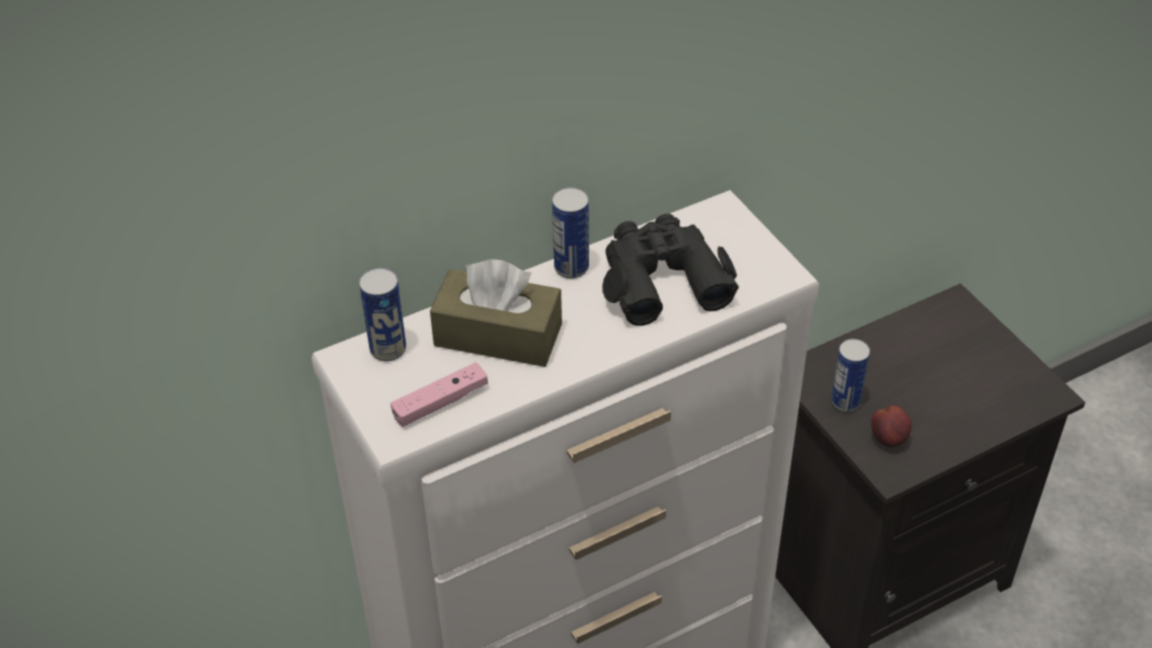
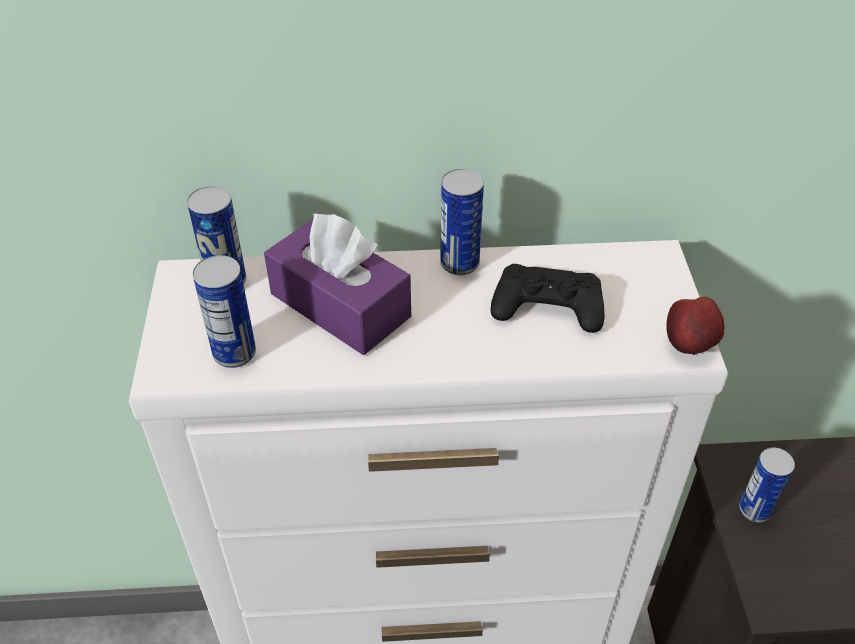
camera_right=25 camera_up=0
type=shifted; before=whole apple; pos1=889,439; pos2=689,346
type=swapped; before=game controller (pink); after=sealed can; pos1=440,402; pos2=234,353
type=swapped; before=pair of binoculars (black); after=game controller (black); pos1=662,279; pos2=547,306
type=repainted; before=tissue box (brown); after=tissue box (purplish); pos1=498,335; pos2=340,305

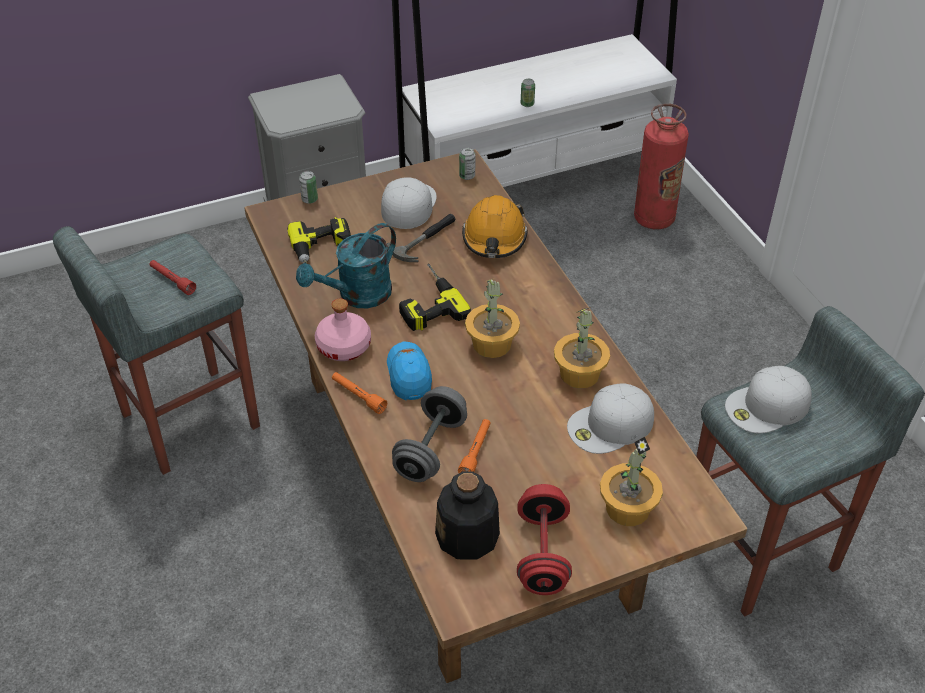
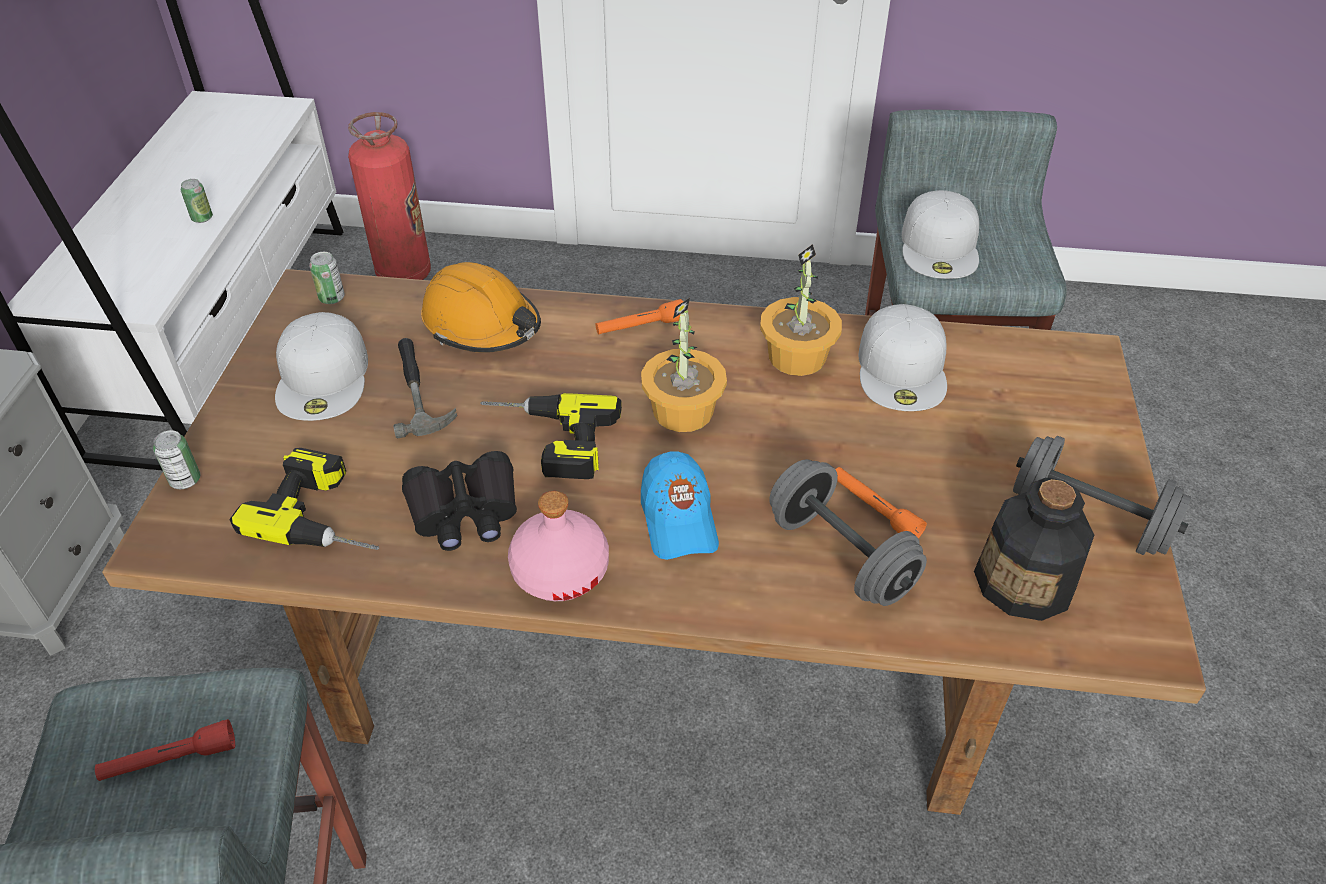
camera_right=-60 camera_up=0
type=gone; before=plant in a pot; pos1=627,507
type=shifted; before=flashlight (orange); pos1=358,396; pos2=640,327
type=swapped; before=sprinkling can (turquoise-coloured); after=pair of binoculars (black); pos1=357,296; pos2=464,511
type=repainted; before=dumbbell (red-coloured); after=dumbbell (gray); pos1=542,554; pos2=1089,520
type=rotated; before=baseball cap (white); pos1=408,204; pos2=324,377; turn=-135
type=rotated; before=baseball cap (blue); pos1=409,375; pos2=678,519; turn=-120

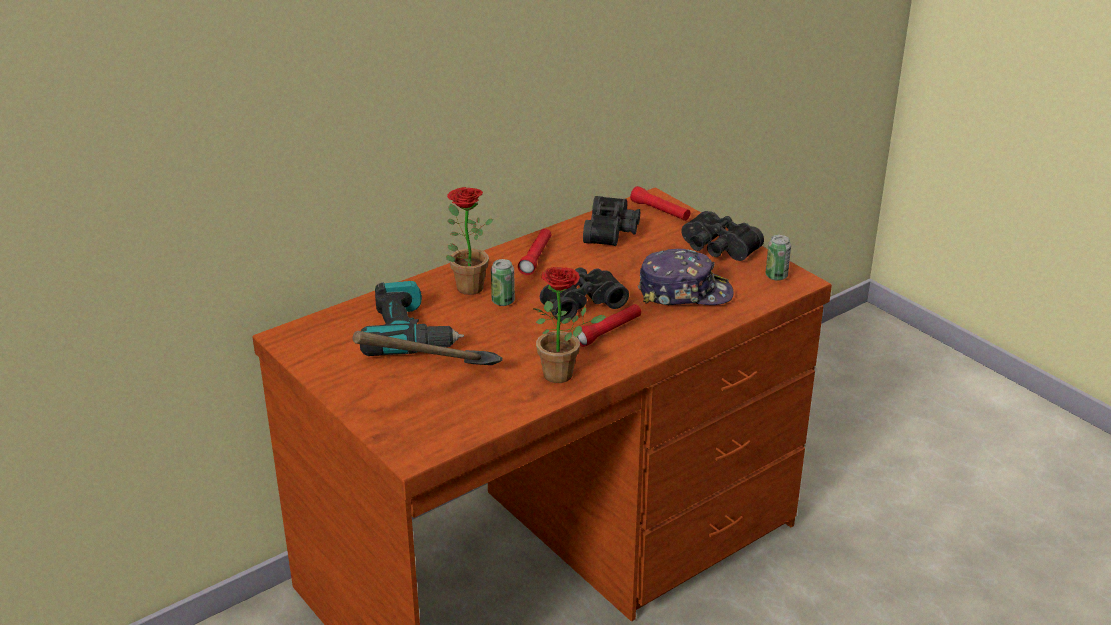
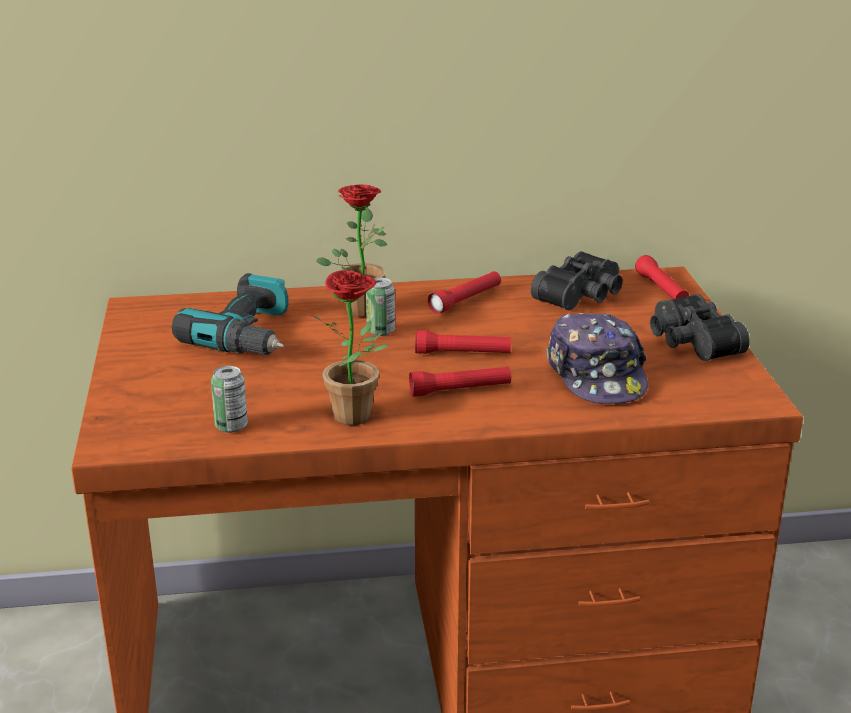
camera_right=30 camera_up=-5
type=gone; before=hammer; pos1=436,390
type=shifted; before=sealed can; pos1=776,276; pos2=231,426
type=swapped; before=pair of binoculars (black); after=flashlight (red-coloured); pos1=580,302; pos2=463,353
type=rotated; before=baseball cap; pos1=684,292; pos2=597,375; turn=45

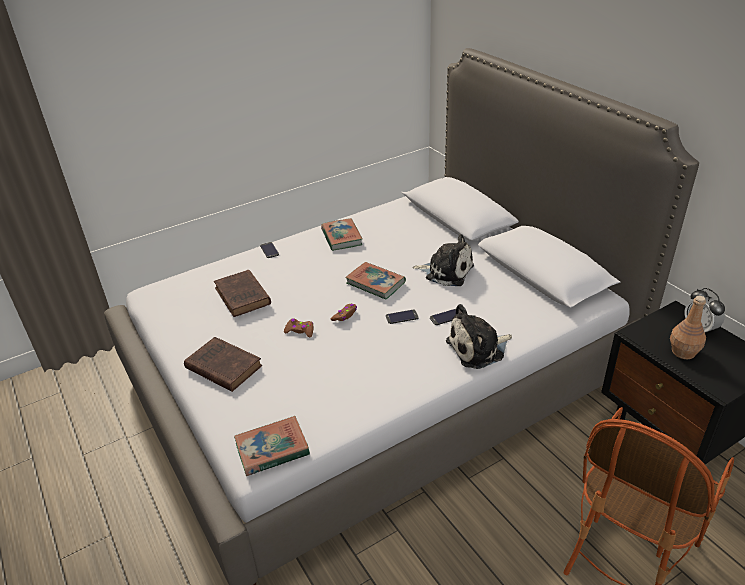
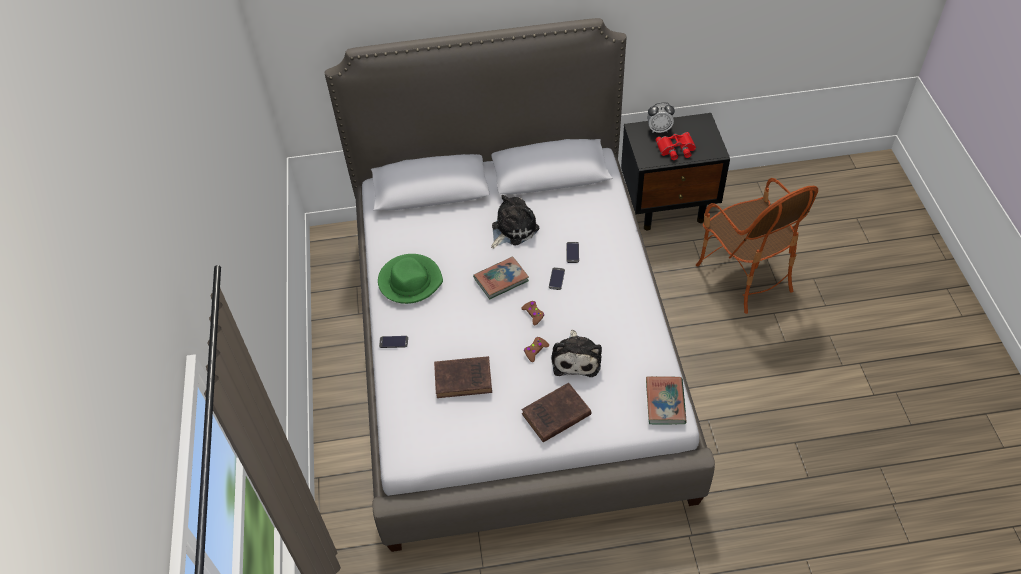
camera_right=-65 camera_up=15
type=shifted; before=cuddly toy; pos1=478,349; pos2=576,358
type=swapped; before=bound book; after=wearable hat (green); pos1=341,237; pos2=410,281
type=swapped; before=drink bottle (brown); after=pair of binoculars (red-coloured); pos1=683,352; pos2=676,149

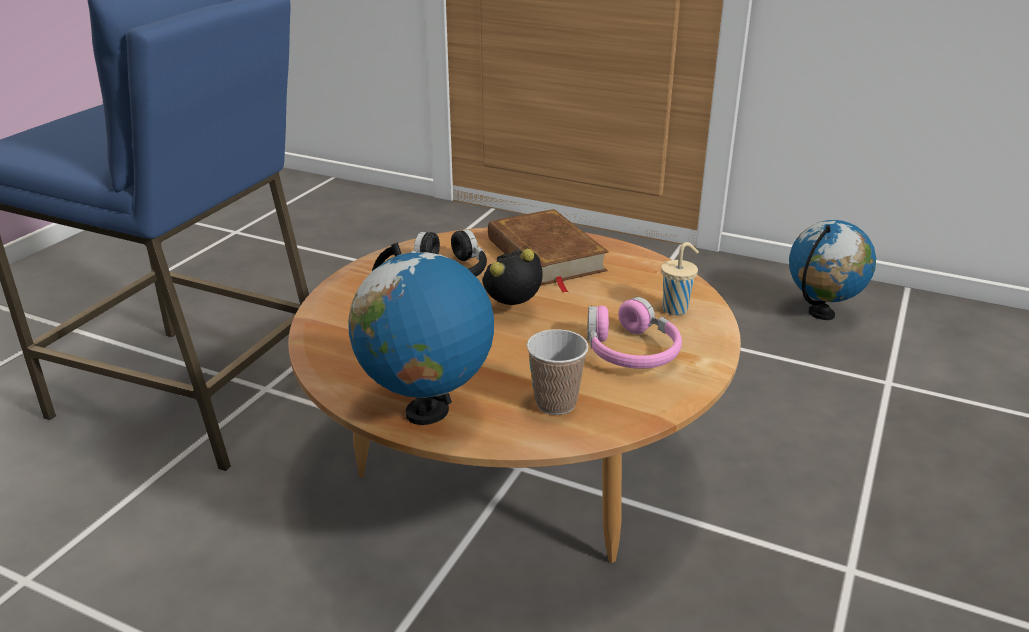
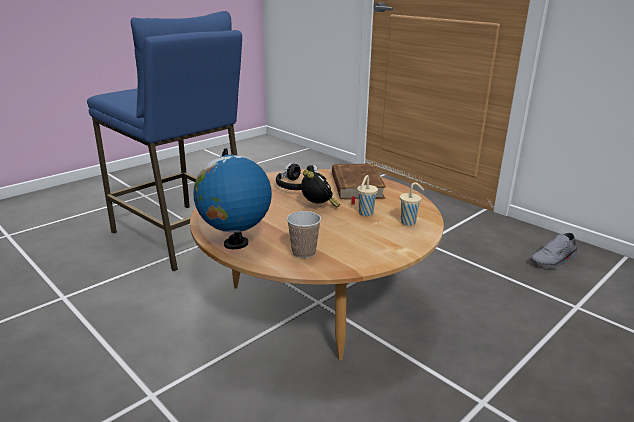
camera_right=20 camera_up=-5
type=gone; before=pair of headphones (pink); pos1=630,351
type=new; after=cup (beige-coloured); pos2=365,213
type=swapped; before=world globe; after=shoe (gray); pos1=821,314; pos2=554,260
type=rotated; before=bedside clock; pos1=514,309; pos2=318,207; turn=75

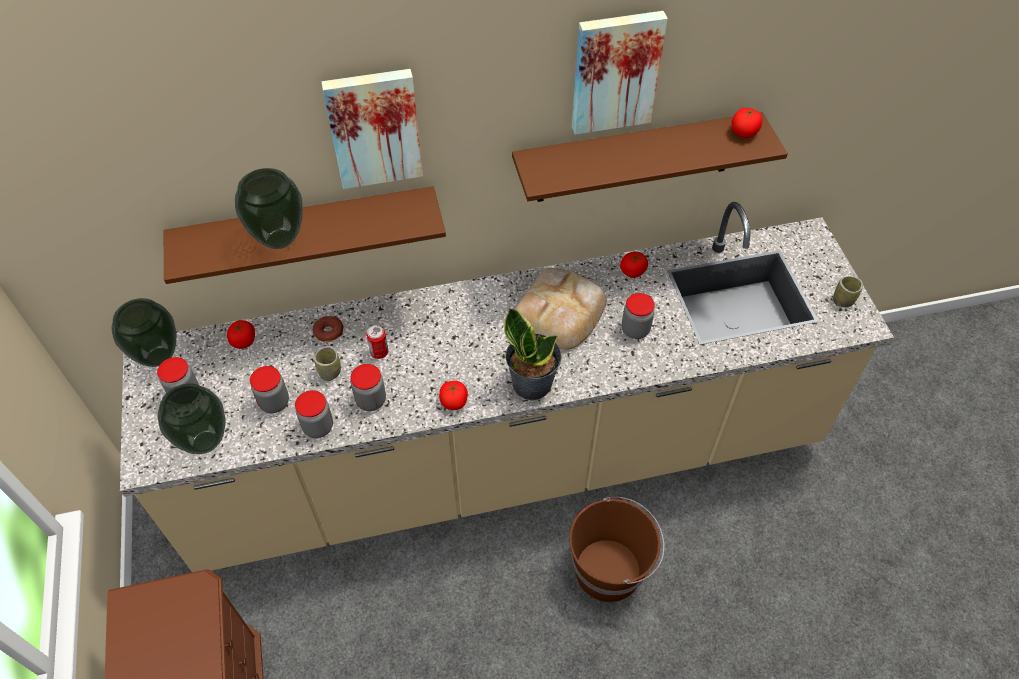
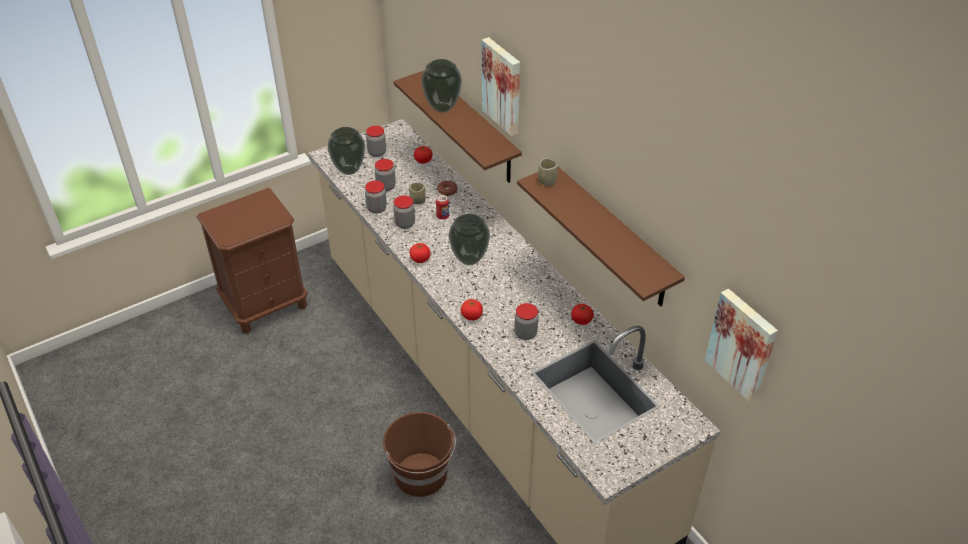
camera_right=70 camera_up=-10
type=gone; before=plant in a pot; pos1=532,383
type=gone; before=bakery bread; pos1=560,311
type=shifted; before=vase; pos1=159,357; pos2=469,260
type=shifted; before=wall art; pos1=615,71; pos2=743,344
type=shifted; before=fresh tomato; pos1=744,132; pos2=471,316
type=shifted; before=cup; pos1=843,300; pos2=547,181

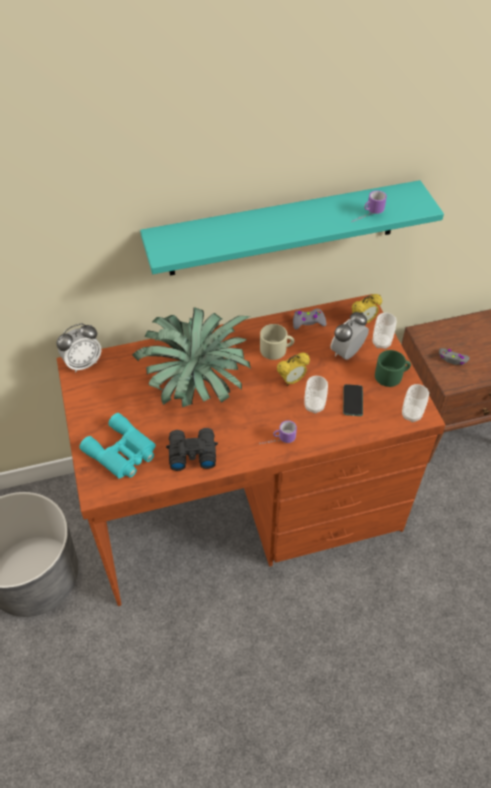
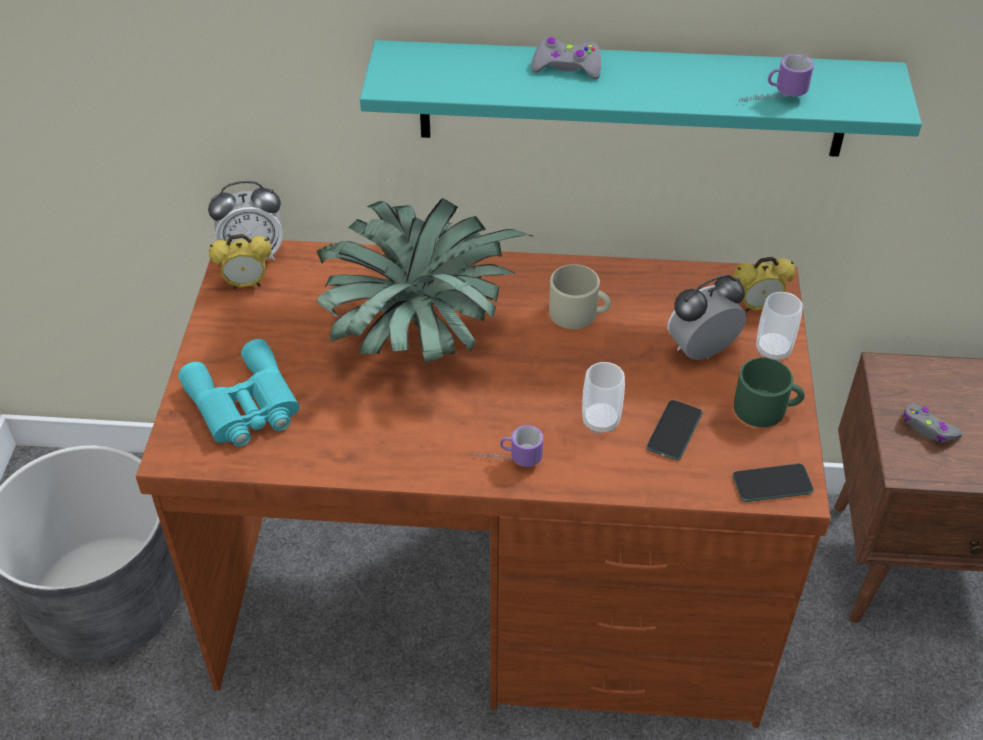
camera_right=20 camera_up=-5
type=gone; before=pair of binoculars (black); pos1=191,452
type=shifted; before=bedside clock; pos1=292,380; pos2=246,284
type=shifted; before=game controller (gray); pos1=308,322; pos2=567,67
type=swapped; before=cup; after=handset; pos1=411,415; pos2=772,484

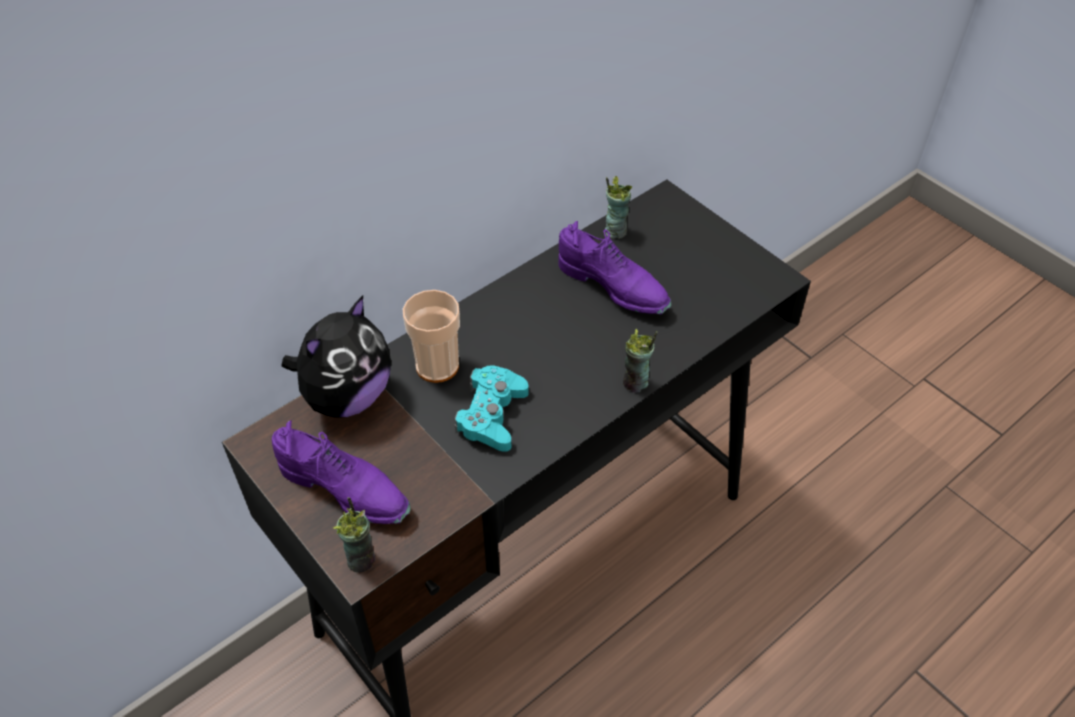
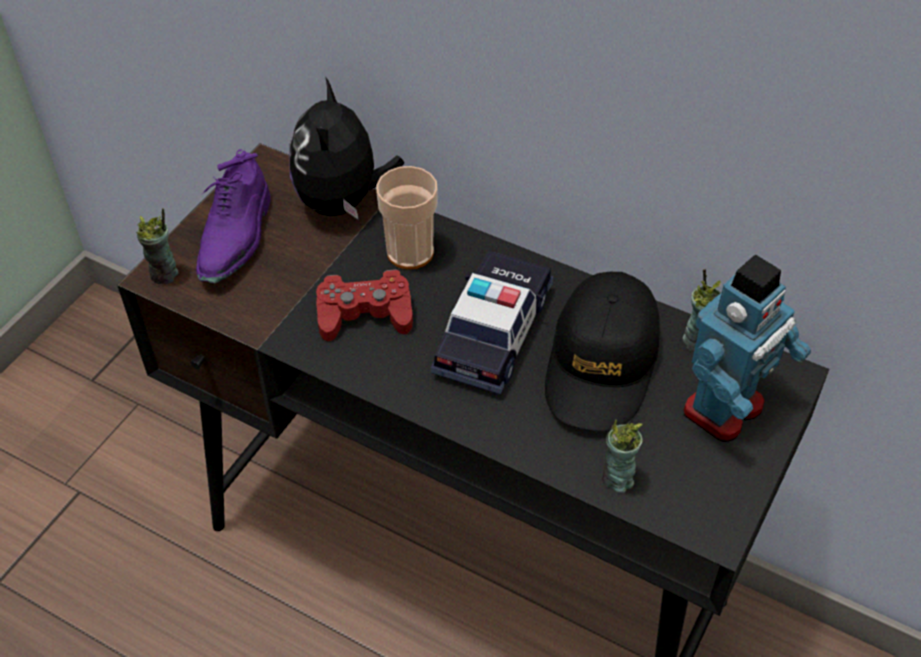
camera_right=70 camera_up=0
type=new; after=toy car; pos2=493,332
type=new; after=model robot; pos2=725,410
type=shifted; before=cup; pos1=635,383; pos2=617,479
type=swapped; before=shoe (purplish); after=baseball cap (black); pos1=613,287; pos2=602,364
type=repainted; before=game controller (turquoise-coloured); after=game controller (red-coloured); pos1=492,415; pos2=365,313
type=rotated; before=cuddly toy; pos1=346,396; pos2=343,202; turn=75

